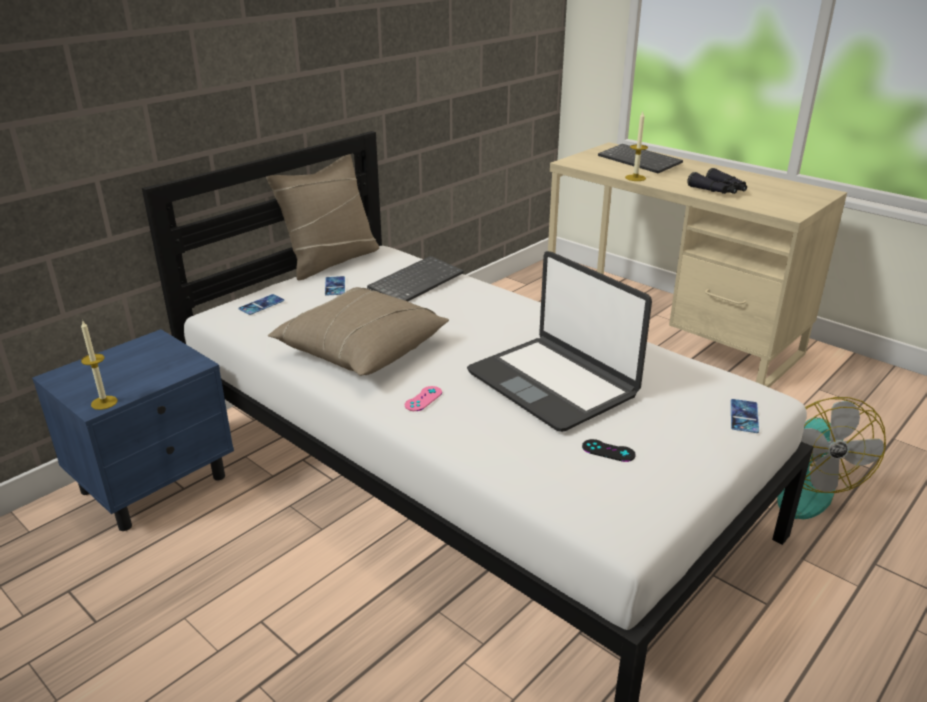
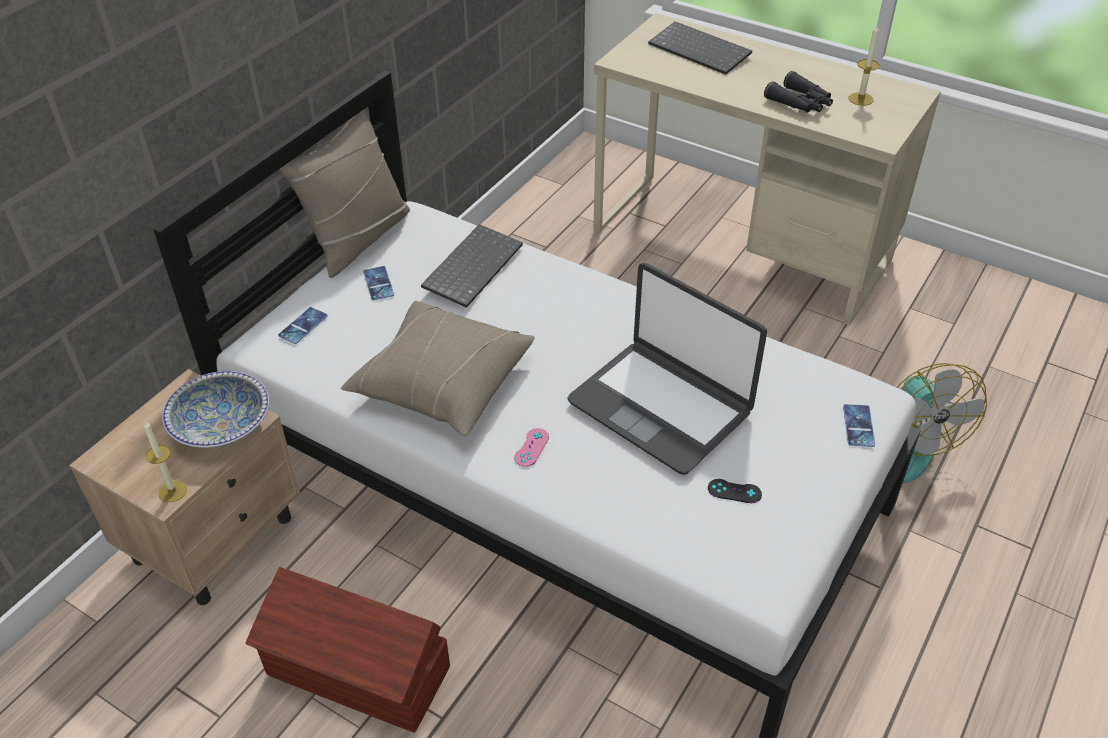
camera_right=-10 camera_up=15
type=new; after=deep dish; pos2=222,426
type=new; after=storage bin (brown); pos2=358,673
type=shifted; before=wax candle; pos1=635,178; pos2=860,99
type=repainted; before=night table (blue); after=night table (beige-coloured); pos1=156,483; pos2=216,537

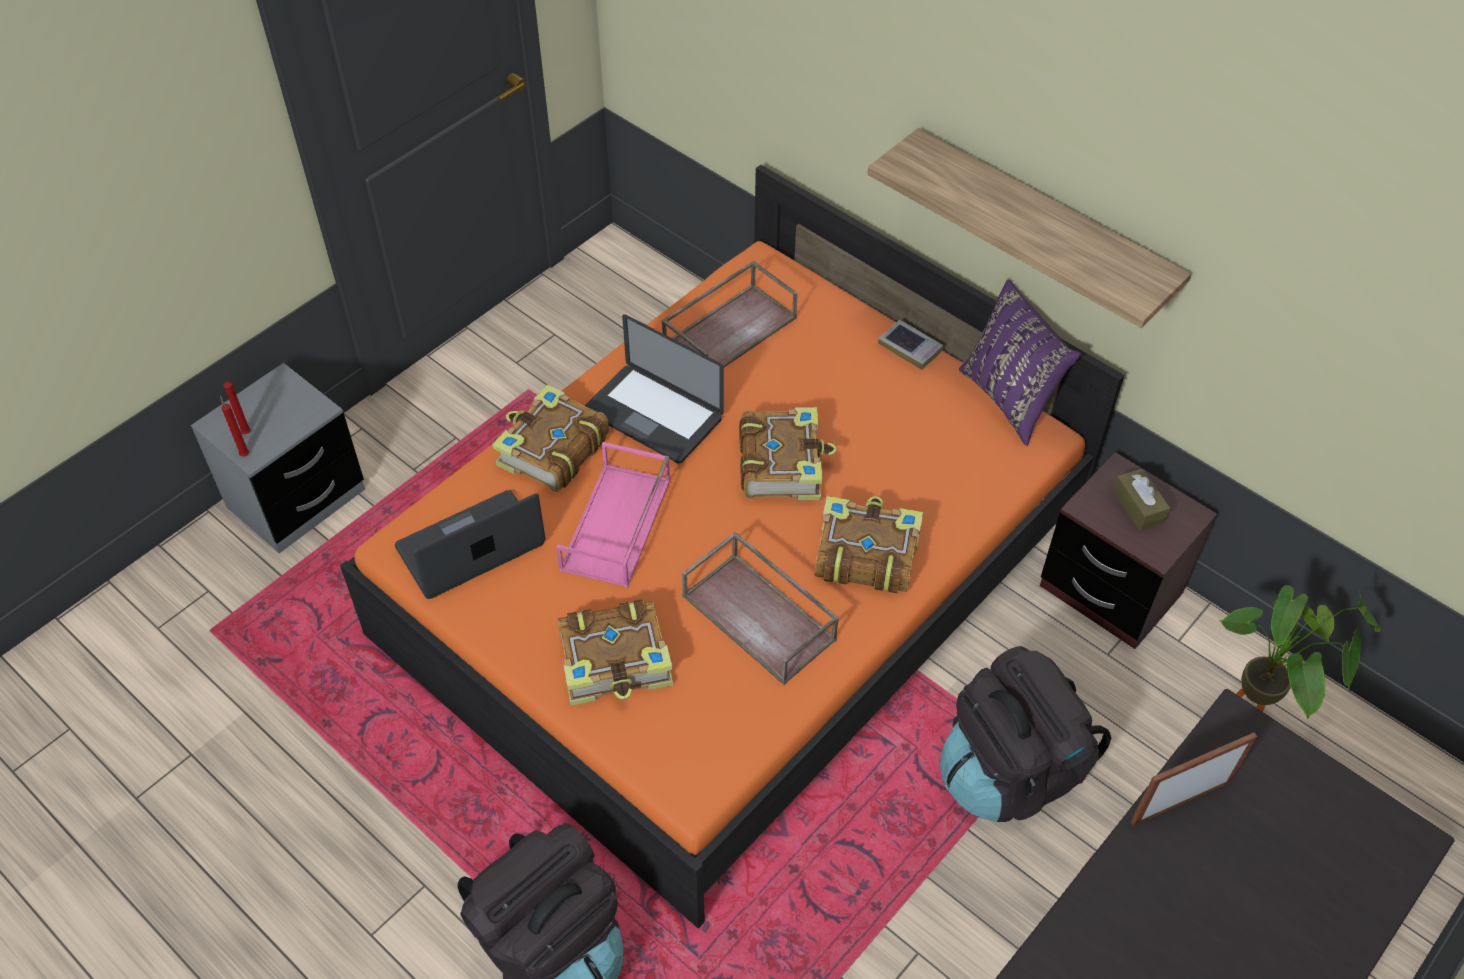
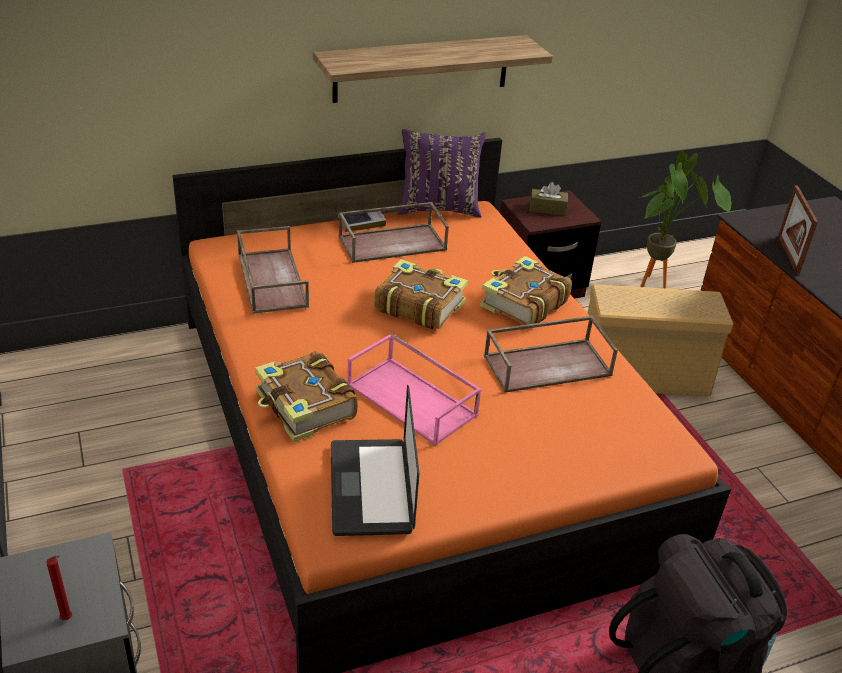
camera_right=-65 camera_up=-15
type=gone; before=wax candle (red-coloured); pos1=244,454
type=gone; before=bound book; pos1=616,662
type=gone; before=notebook computer; pos1=653,415
type=new; after=tray (brown); pos2=393,242
type=swapped; before=backpack (black); after=storage bin (beige-coloured); pos1=1010,772; pos2=644,376

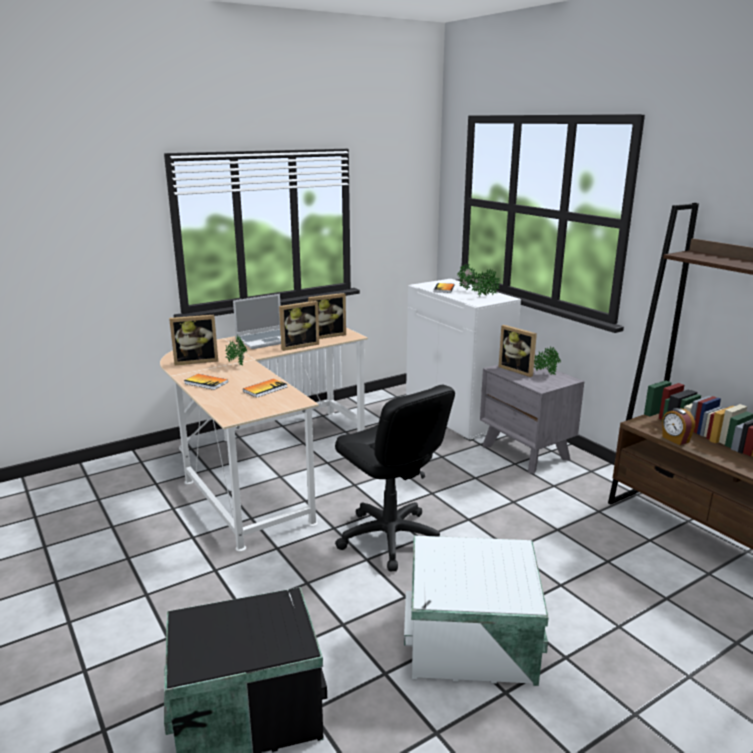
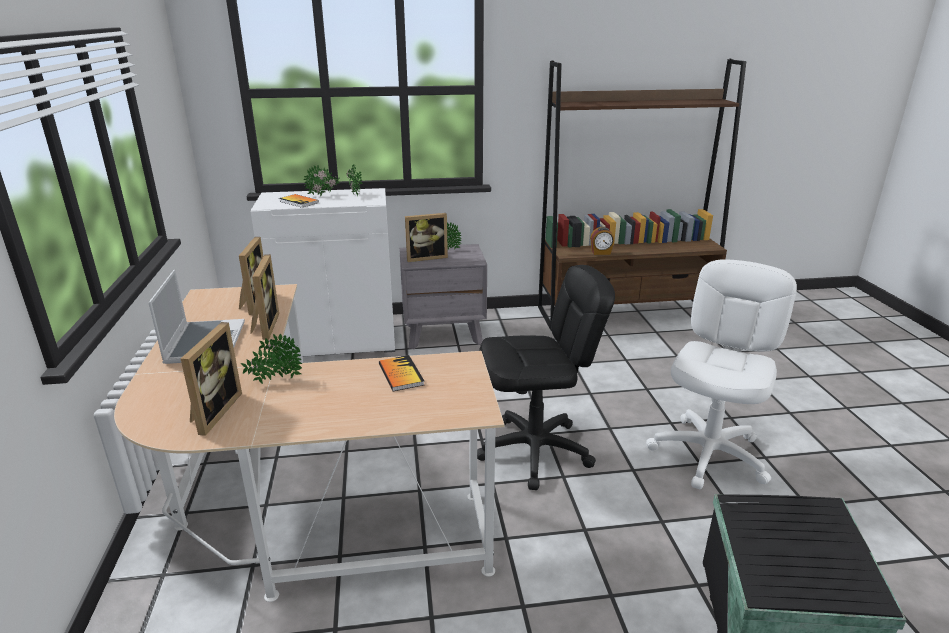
camera_right=-65 camera_up=5
type=gone; before=bound book; pos1=206,383
type=swapped; before=storage bin (white); after=desk chair (white); pos1=473,645; pos2=709,454

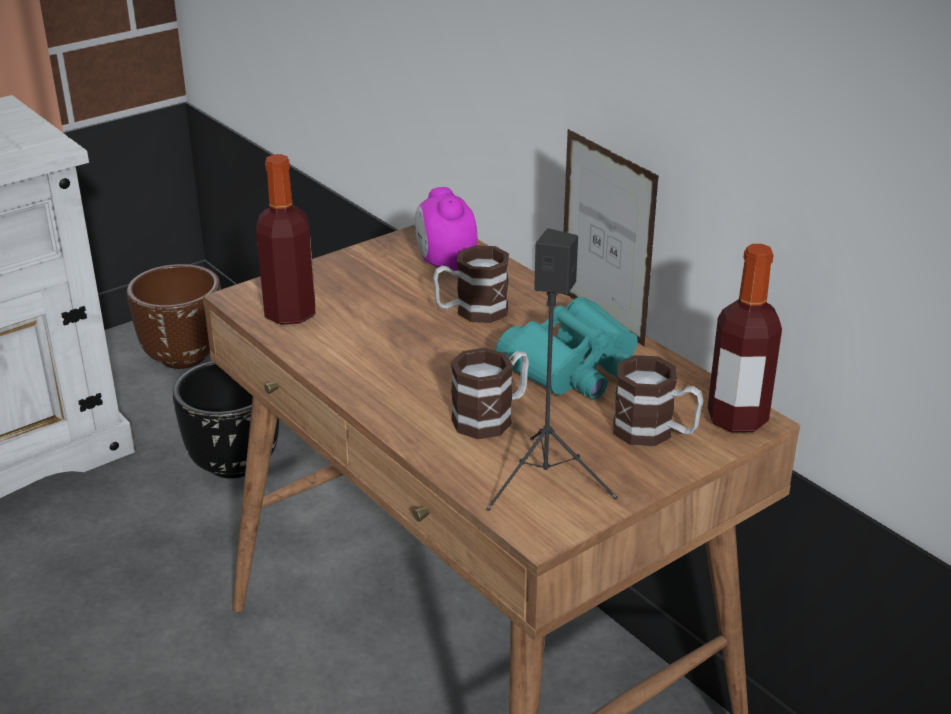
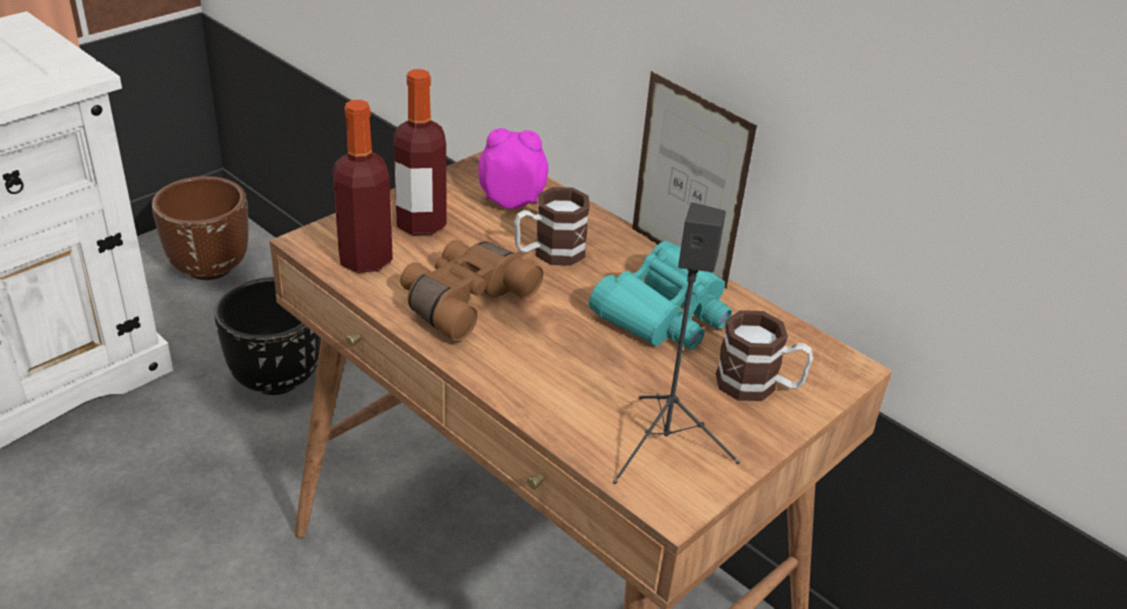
camera_right=-10 camera_up=5
type=gone; before=coffee mug; pos1=492,416
type=new; after=pair of binoculars (brown); pos2=463,300
type=shifted; before=drink bottle; pos1=737,419; pos2=421,223
type=rotated; before=bedside clock; pos1=445,264; pos2=512,200; turn=120

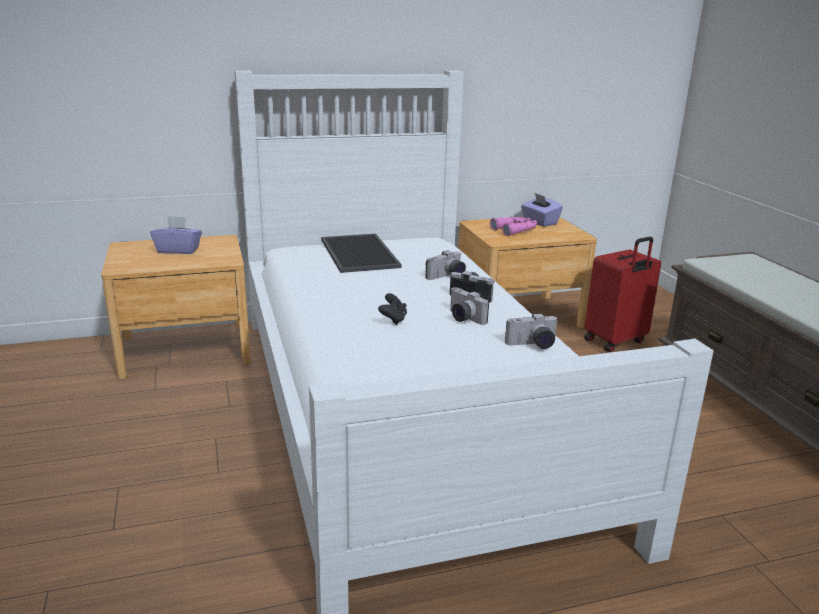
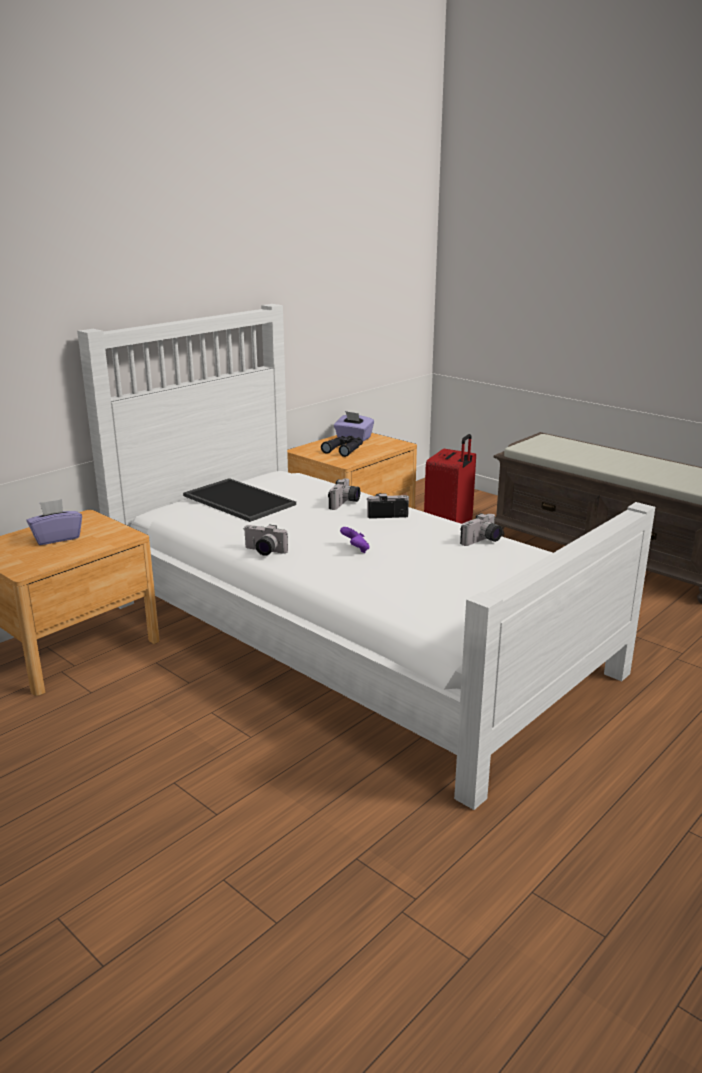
camera_right=-30 camera_up=0
type=shifted; before=still camera; pos1=463,318; pos2=263,552
type=repainted; before=game controller (black); after=game controller (purplish); pos1=393,320; pos2=355,550
type=repainted; before=pair of binoculars (pink); after=pair of binoculars (black); pos1=515,230; pos2=344,450

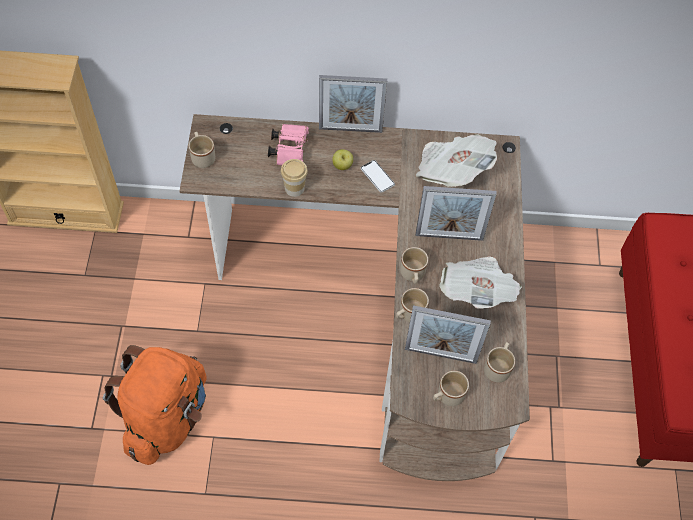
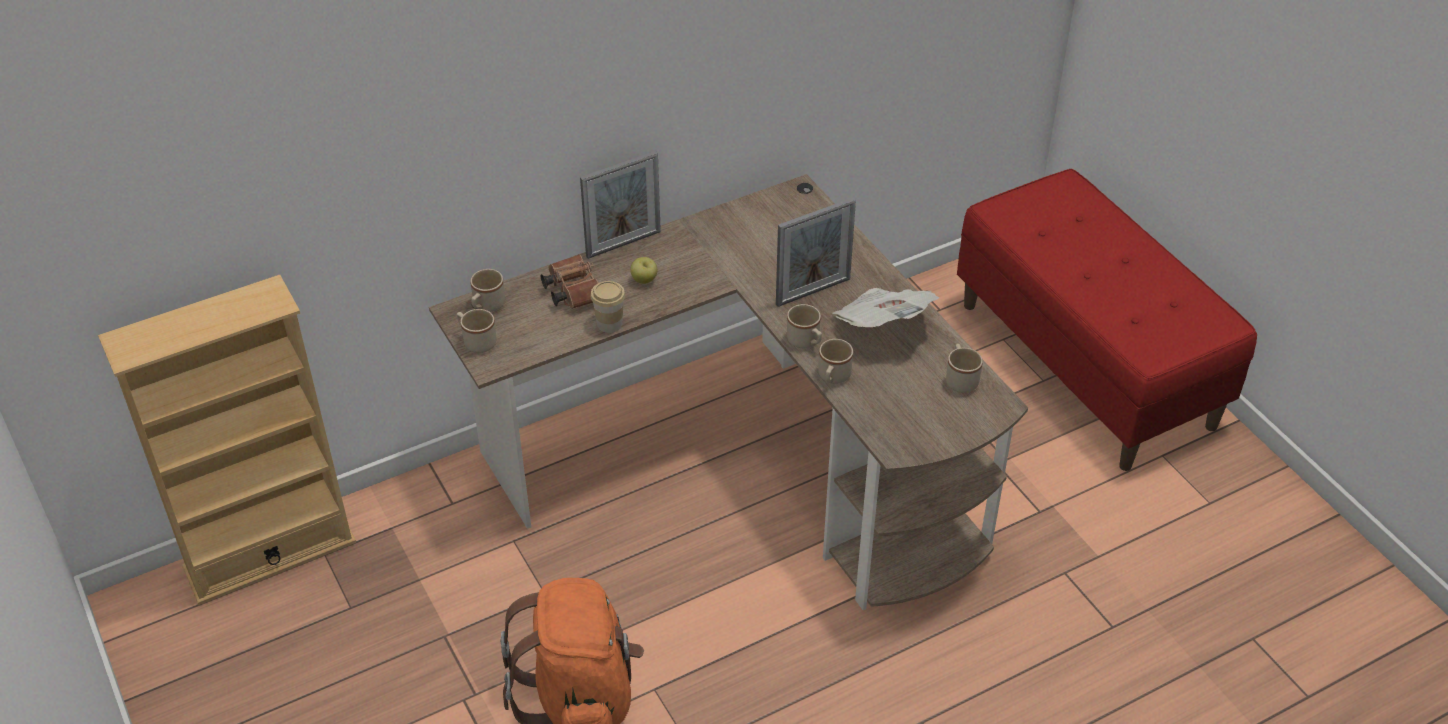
camera_right=-30 camera_up=-15
type=gone; before=handset; pos1=377,176
type=gone; before=photo frame; pos1=440,355
type=gone; before=printed paper; pos1=452,170
type=shifted; before=coffee mug (beige-coloured); pos1=447,396; pos2=486,306
type=repainted; before=pair of binoculars (pink); after=pair of binoculars (brown); pos1=290,149; pos2=572,291

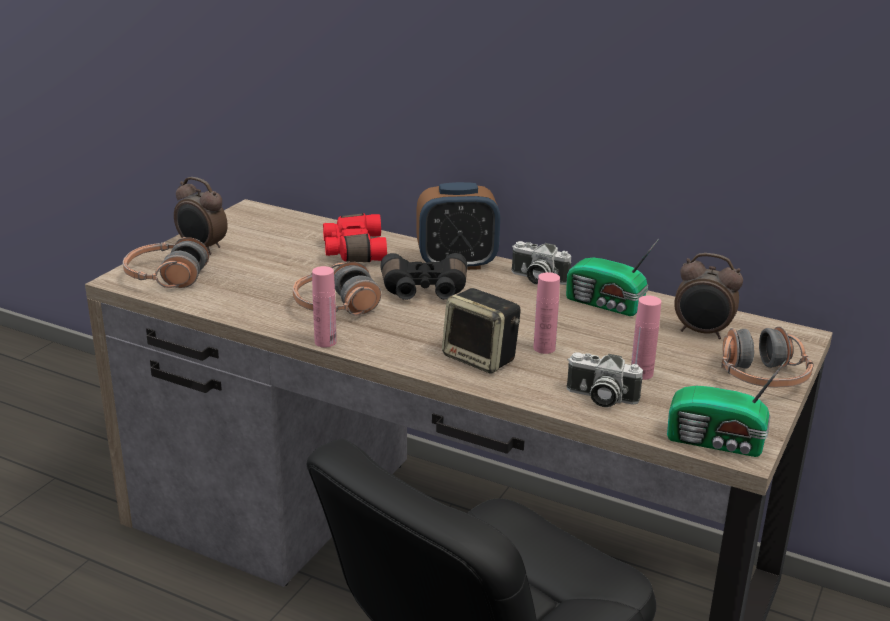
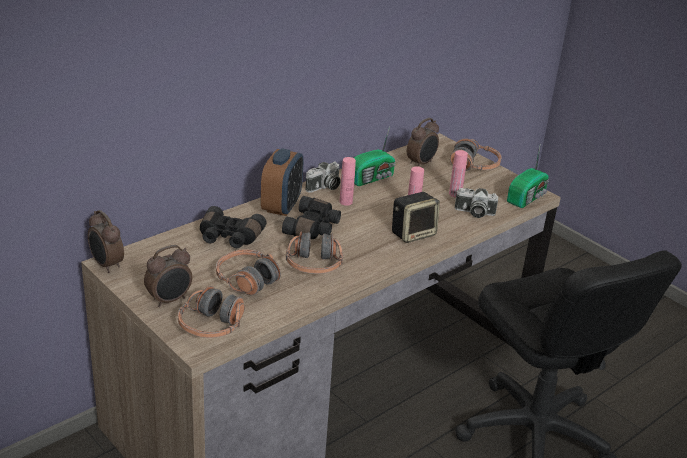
camera_right=-70 camera_up=5
type=new; after=bedside clock; pos2=106,265
type=new; after=pair of headphones; pos2=247,280
type=shifted; before=drink bottle (pink); pos1=325,342; pos2=346,202
type=repainted; before=pair of binoculars (red-coloured); after=pair of binoculars (black); pos1=353,250; pos2=229,237
type=rotated; before=still camera; pos1=600,398; pos2=474,213; turn=60

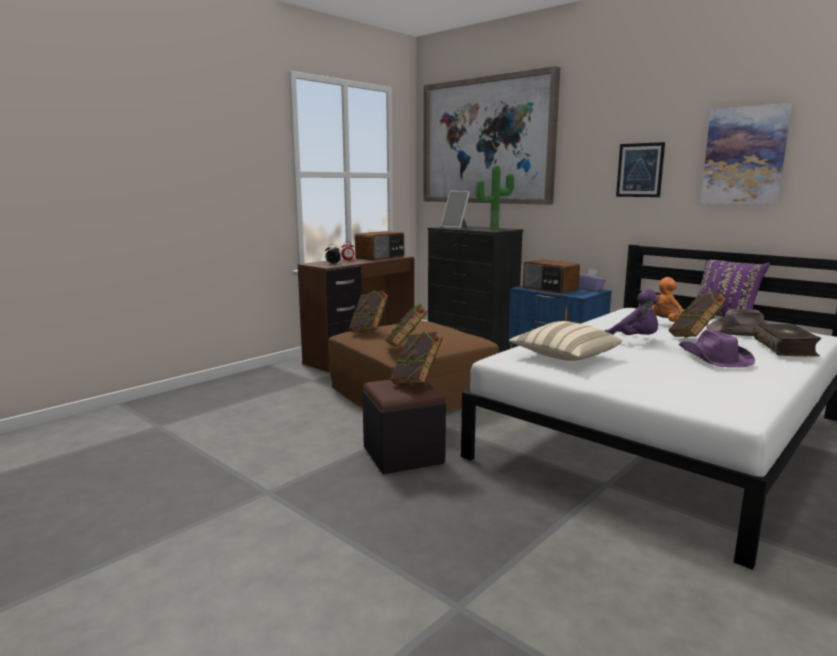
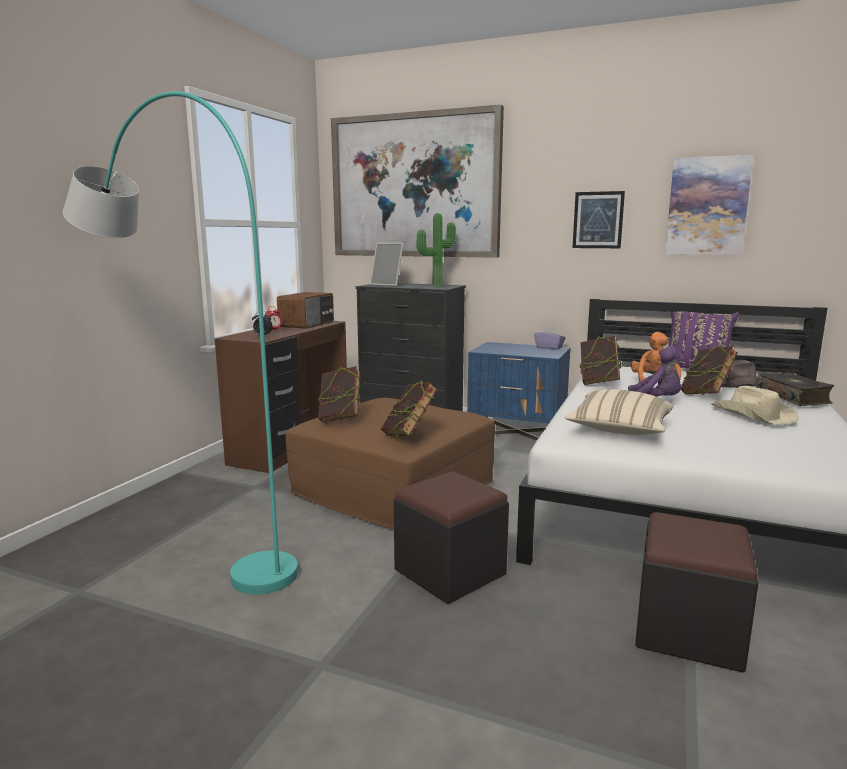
camera_right=-20 camera_up=0
type=gone; before=radio; pos1=549,289
type=new; after=floor lamp (turquoise-coloured); pos2=190,541
type=new; after=footrest (black); pos2=688,631
type=shifted; before=bound book; pos1=416,383; pos2=598,383
type=repainted; before=wearable hat (purplish); after=wearable hat (beige-coloured); pos1=714,358; pos2=753,415

